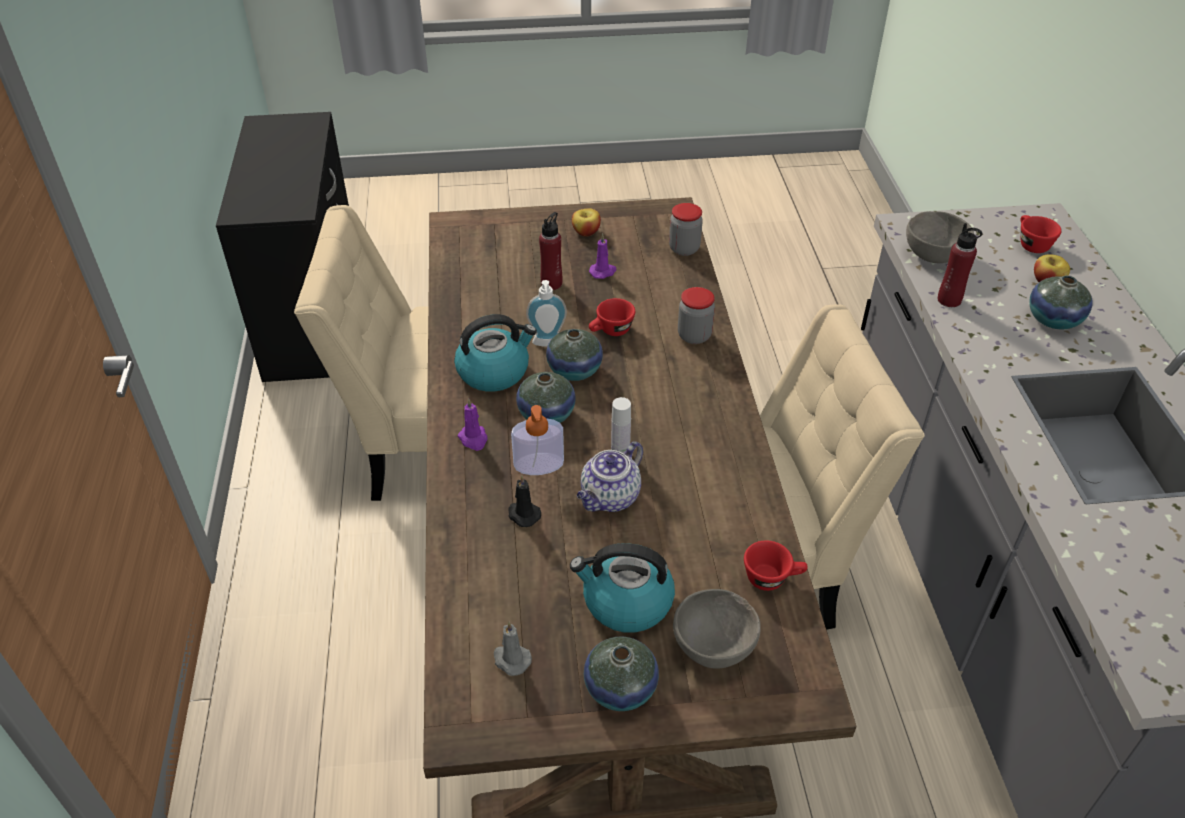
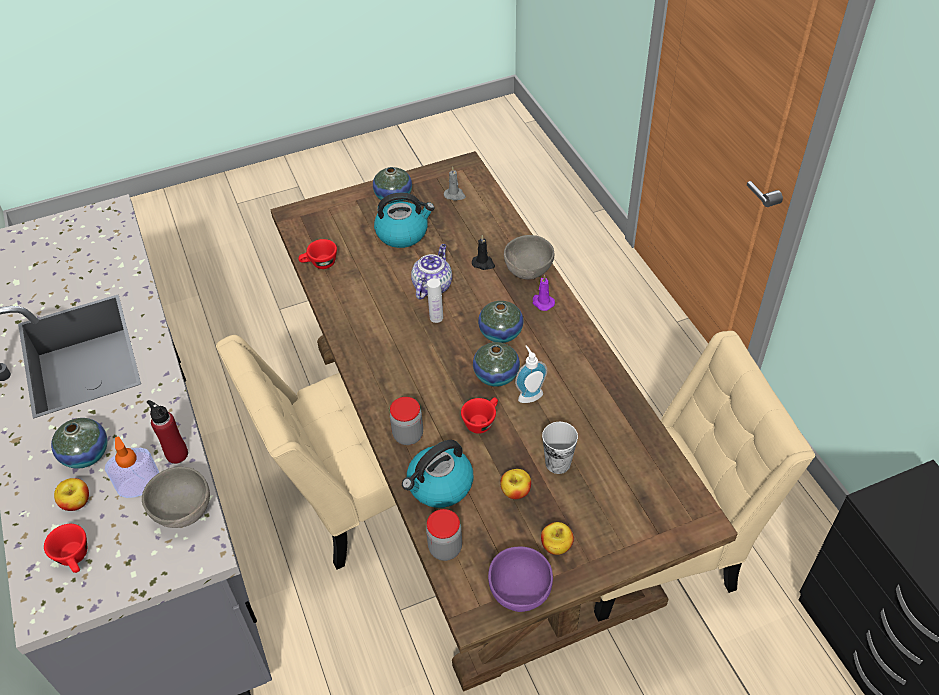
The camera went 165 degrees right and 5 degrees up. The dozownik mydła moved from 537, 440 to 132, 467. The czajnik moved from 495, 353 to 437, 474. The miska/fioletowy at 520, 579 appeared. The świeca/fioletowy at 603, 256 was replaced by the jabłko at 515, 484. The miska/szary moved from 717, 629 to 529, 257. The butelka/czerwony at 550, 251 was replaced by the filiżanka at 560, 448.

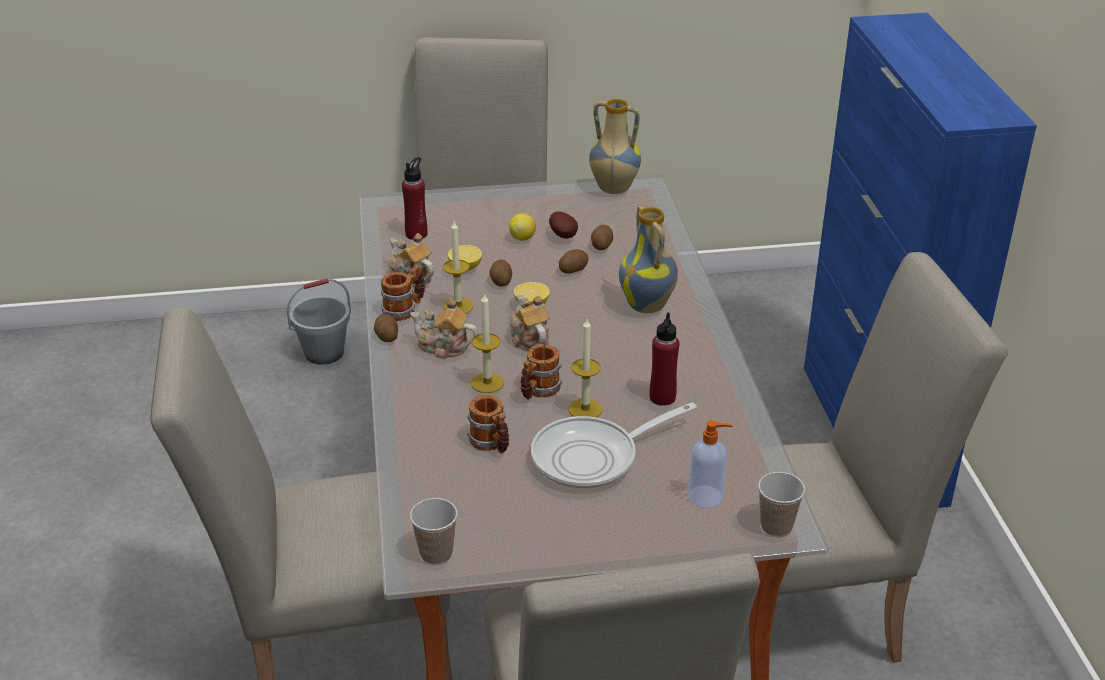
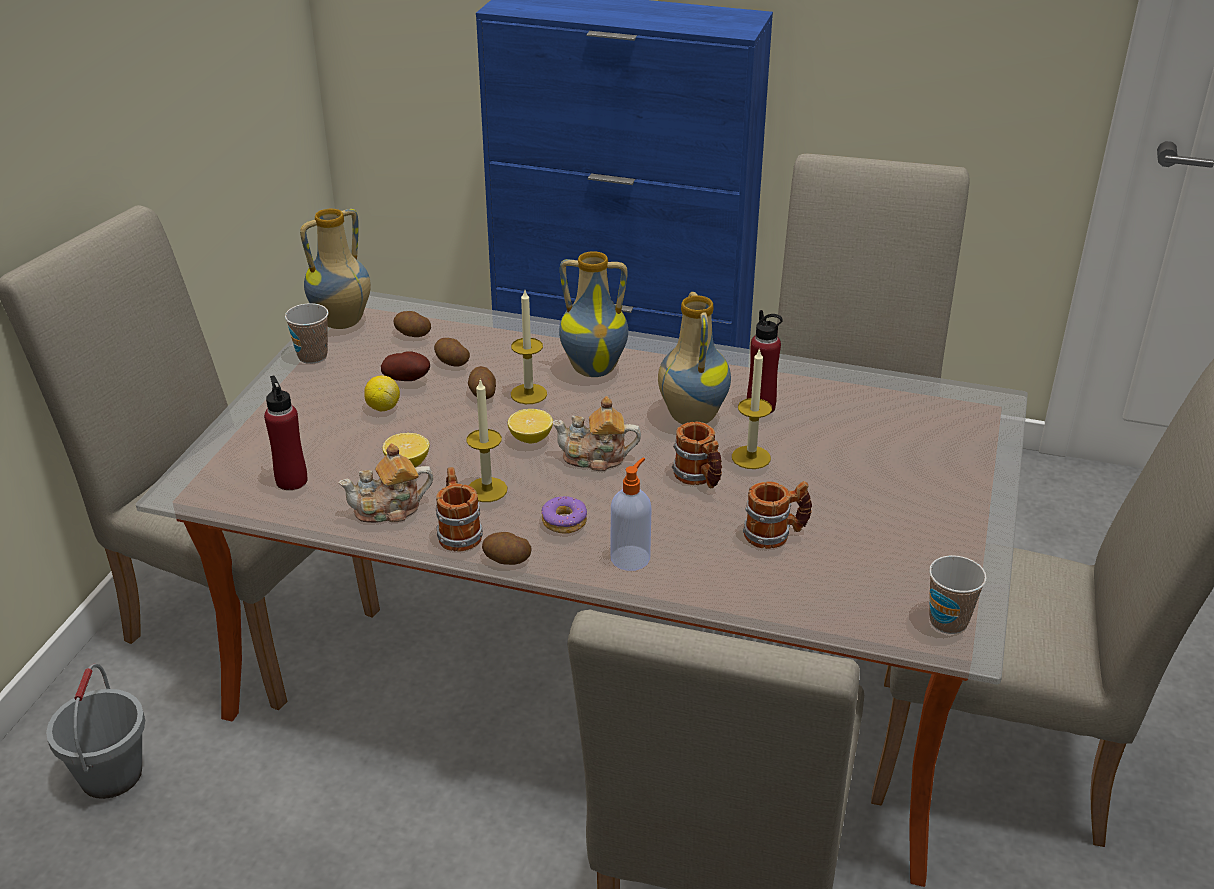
The camera went 65 degrees left and 0 degrees up. The filiżanka moved from 781, 504 to 307, 333. The ziemniak moved from 500, 273 to 412, 324. The świeca moved from 487, 343 to 529, 347. The imbryk at 444, 328 was replaced by the donut at 564, 515. The dozownik mydła moved from 710, 464 to 631, 514. The wazon at 694, 358 appeared. The patelnia at 614, 445 disappeared.

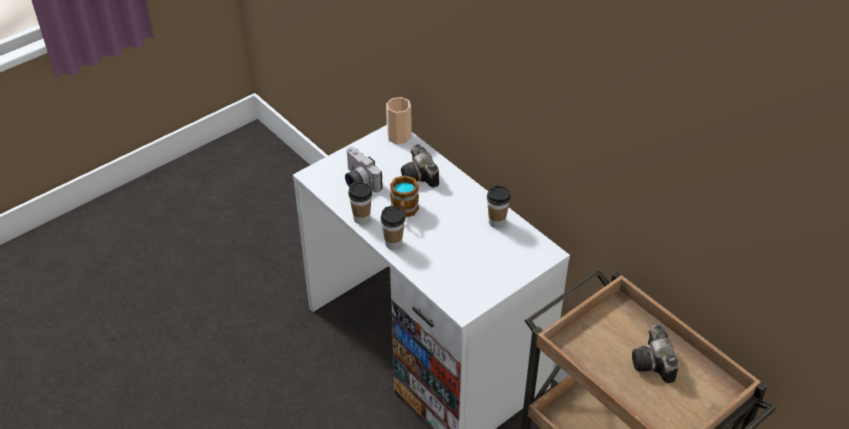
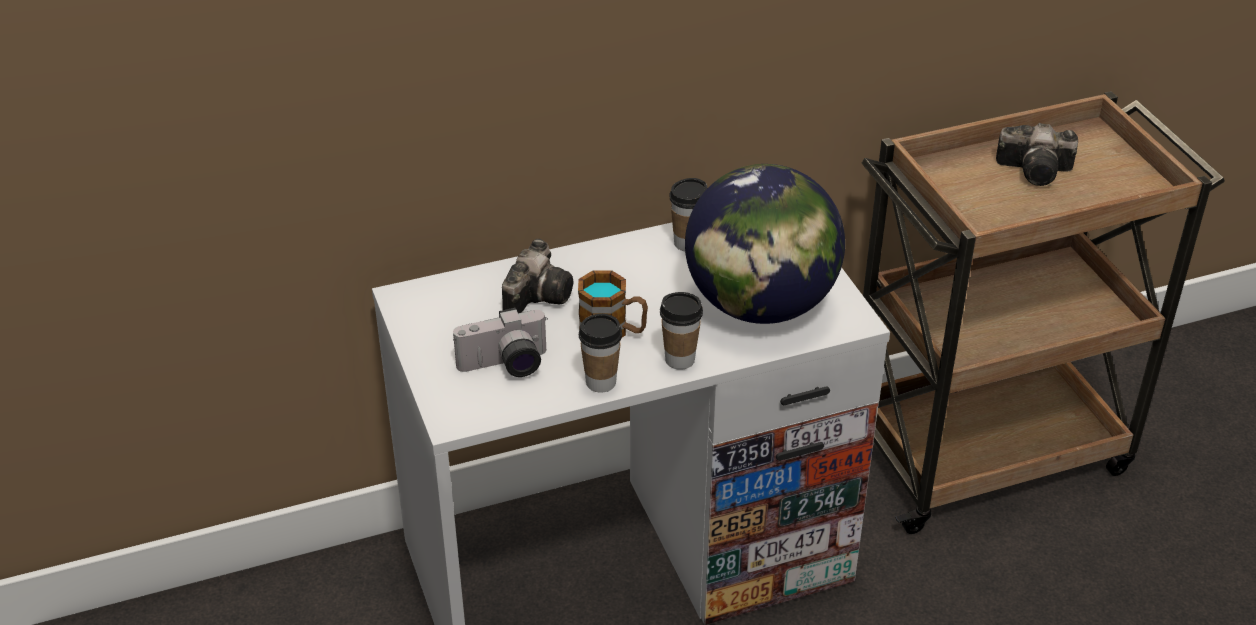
The camera went 70 degrees left and 5 degrees down. The aparat fotograficzny at 420, 166 turned 60 degrees counterclockwise. The globus at 765, 244 appeared. The filiżanka at 399, 120 disappeared.

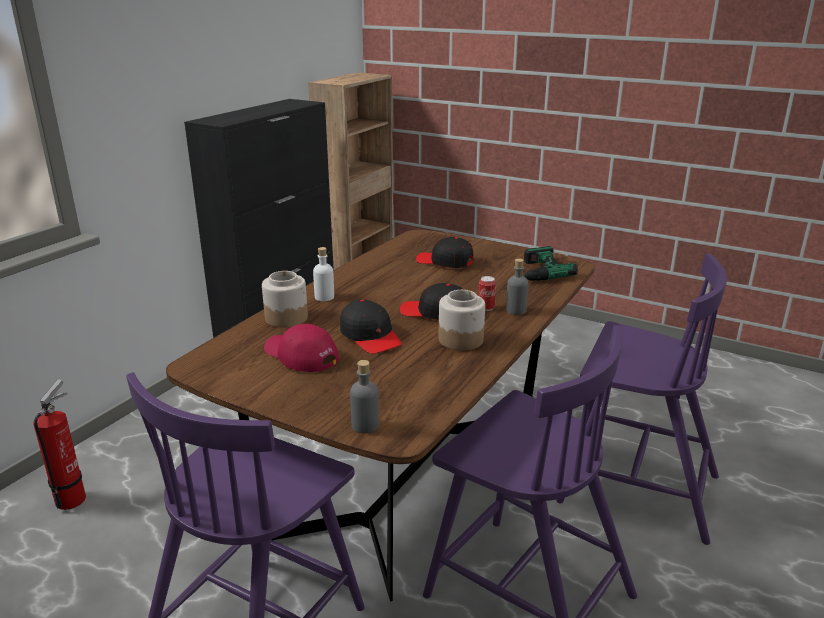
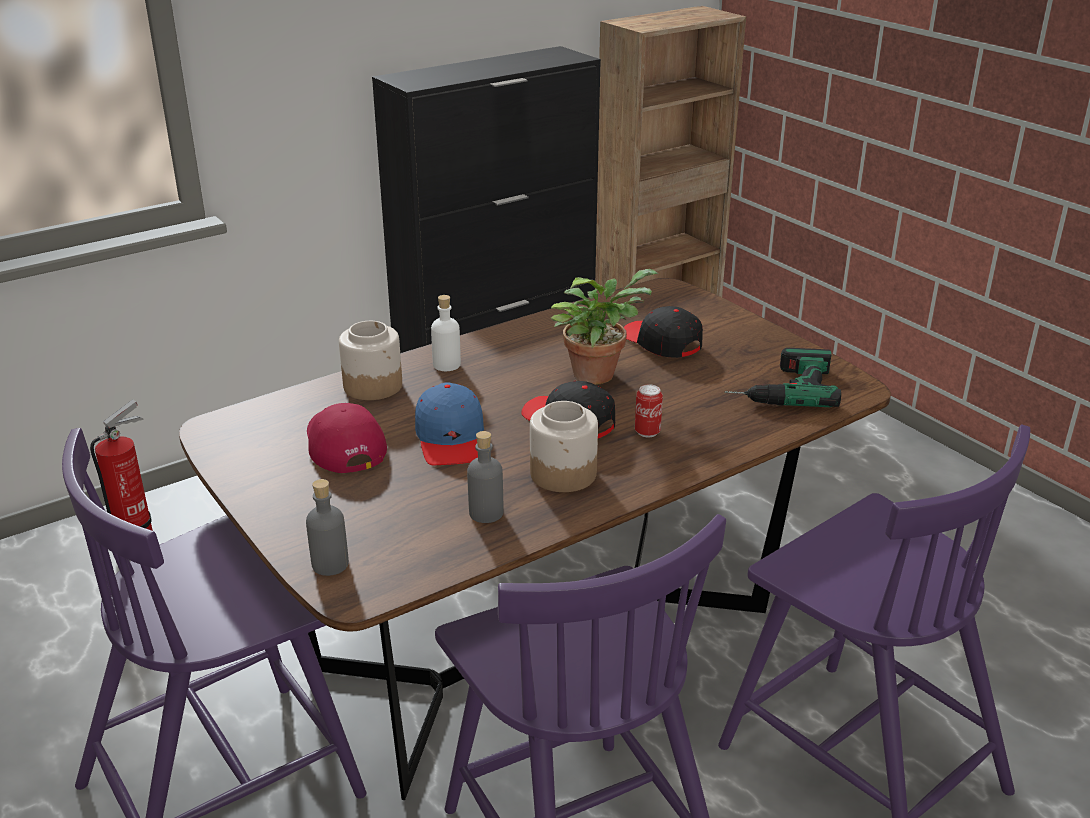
The camera went 25 degrees right and 5 degrees up. The czapka z daszkiem/czarny at 371, 326 became the czapka z daszkiem/niebieski at 449, 423. The butelka/szary moved from 517, 287 to 485, 477. The roślina doniczkowa at 604, 327 appeared.

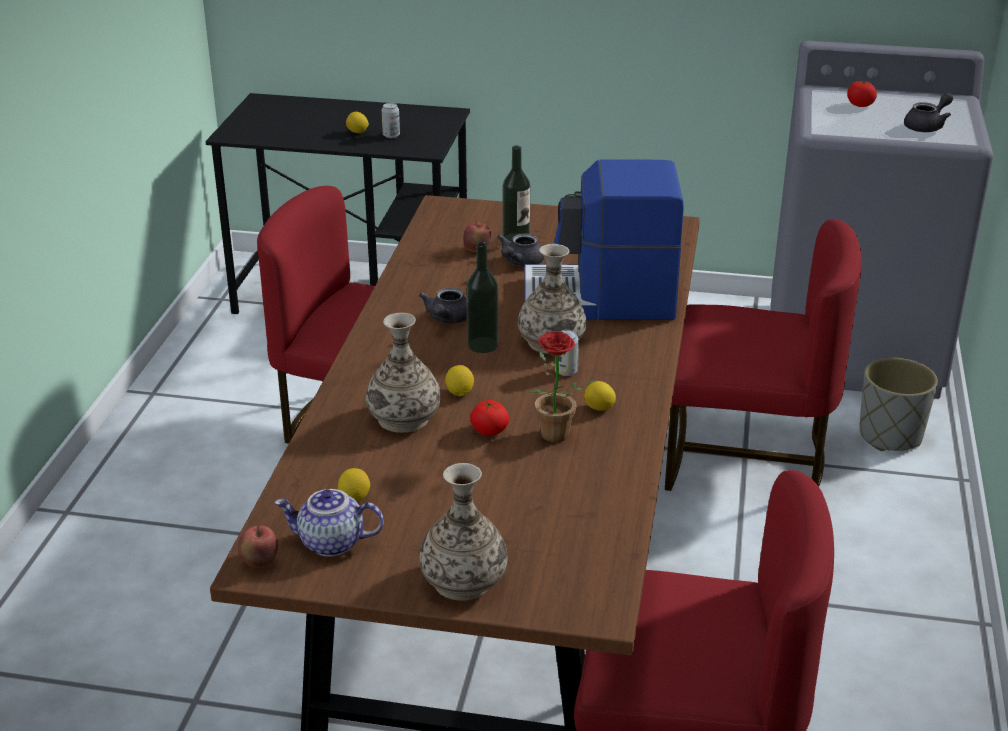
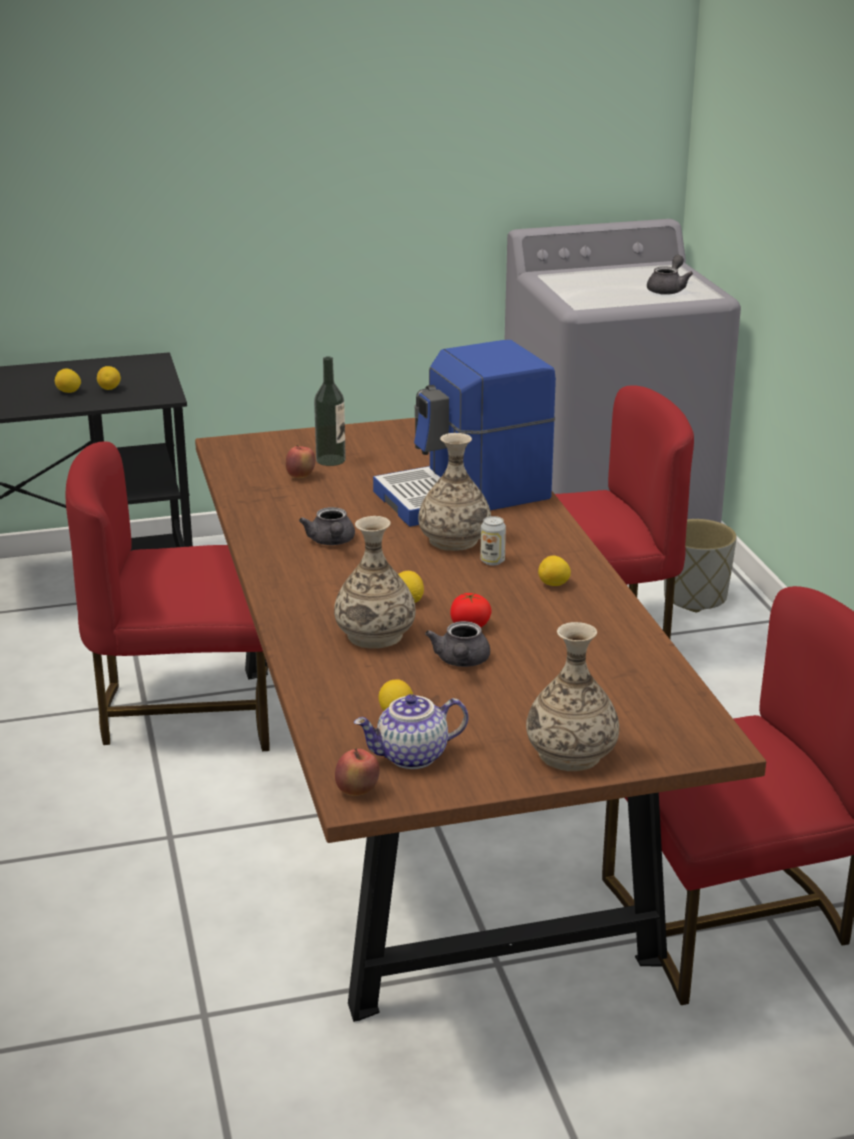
The camera went 25 degrees left and 5 degrees down. The puszka at 391, 120 was replaced by the cytryna at 109, 378. The imbryk/szary moved from 520, 250 to 457, 644. The butelka at 482, 297 disappeared. The roślina doniczkowa at 563, 386 disappeared. The pomidor at 862, 94 disappeared.

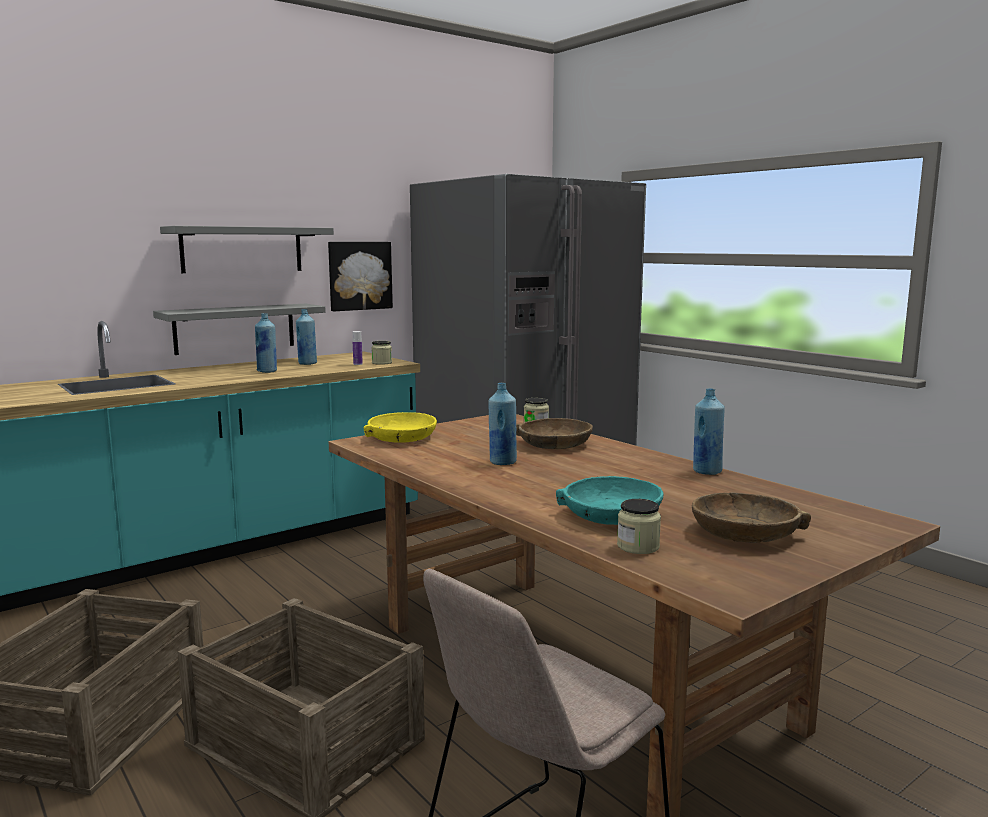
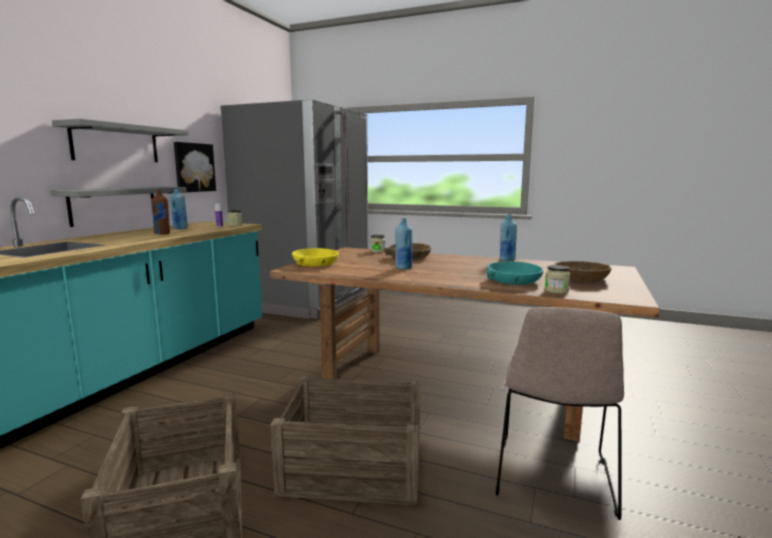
The camera went 30 degrees left and 0 degrees up. The butelka/niebieski at 266, 343 became the butelka/brązowy at 160, 212.

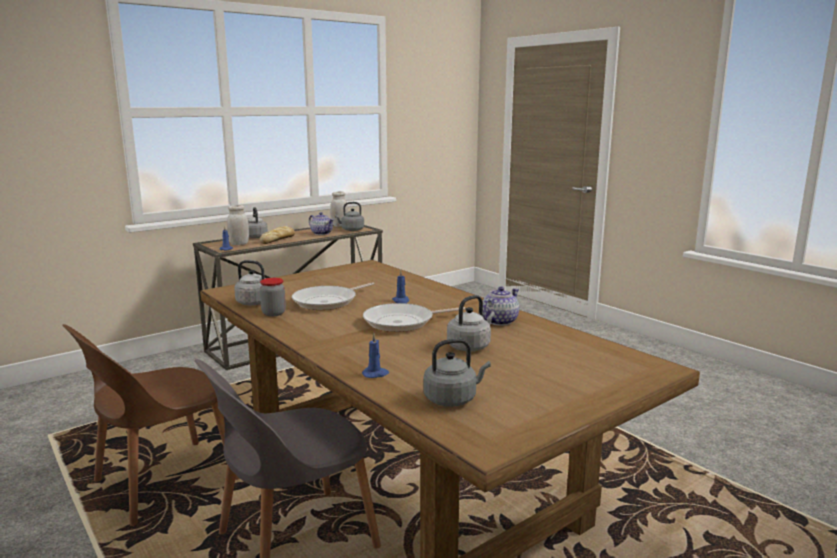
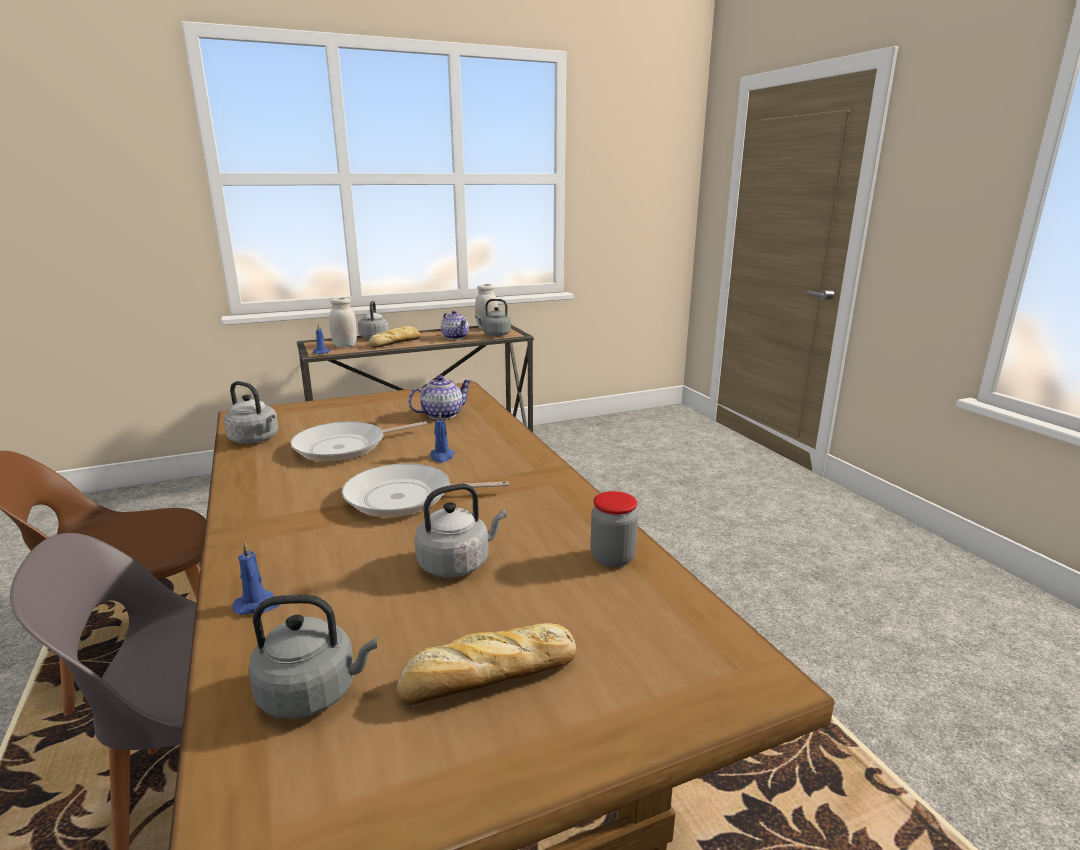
The camera went 15 degrees right and 5 degrees up. The chleb at 486, 664 appeared. The imbryk moved from 500, 305 to 440, 397. The słoik moved from 273, 297 to 614, 529.

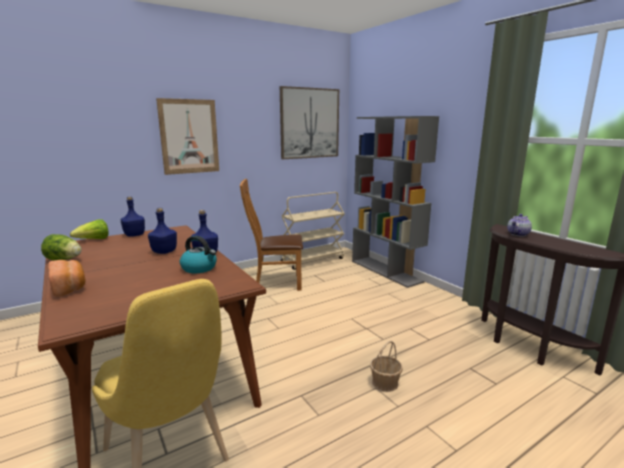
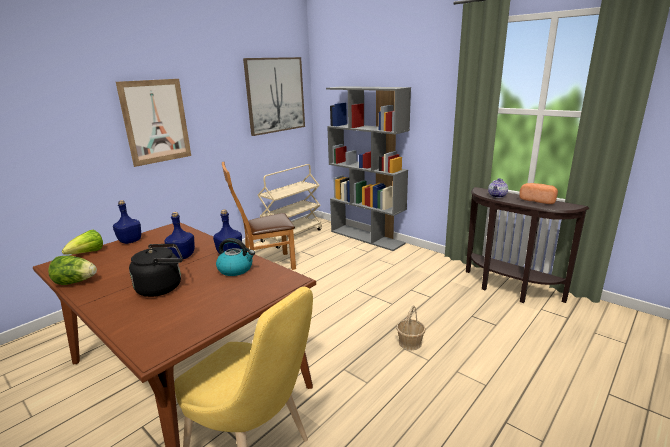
The camera went 15 degrees left and 5 degrees up. The czajnik/czarny at 156, 270 appeared. The chleb moved from 66, 278 to 538, 193.

